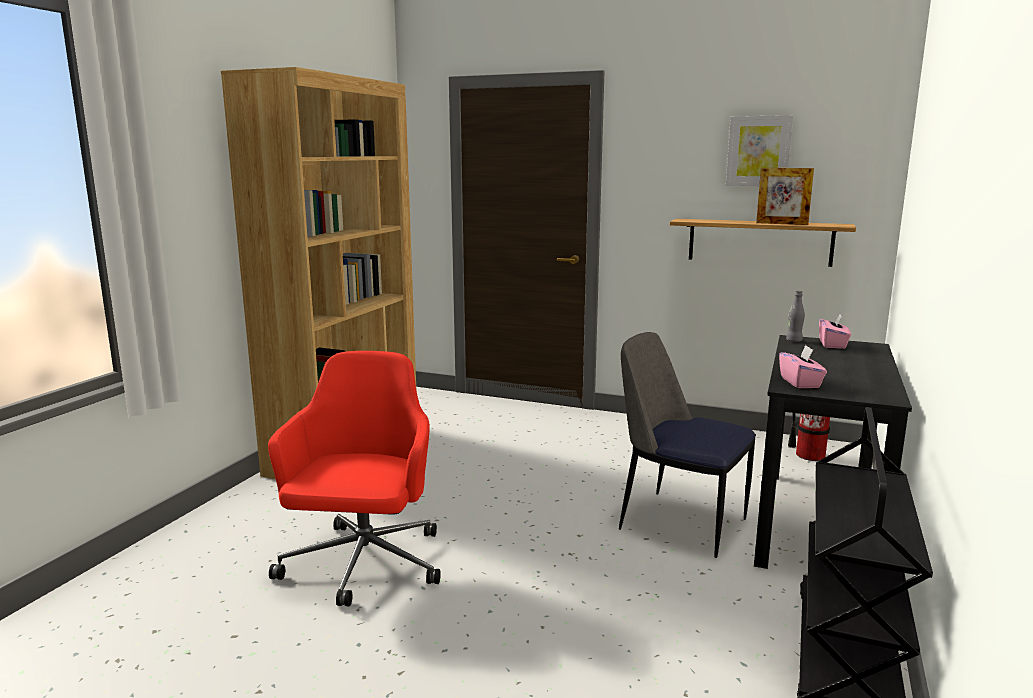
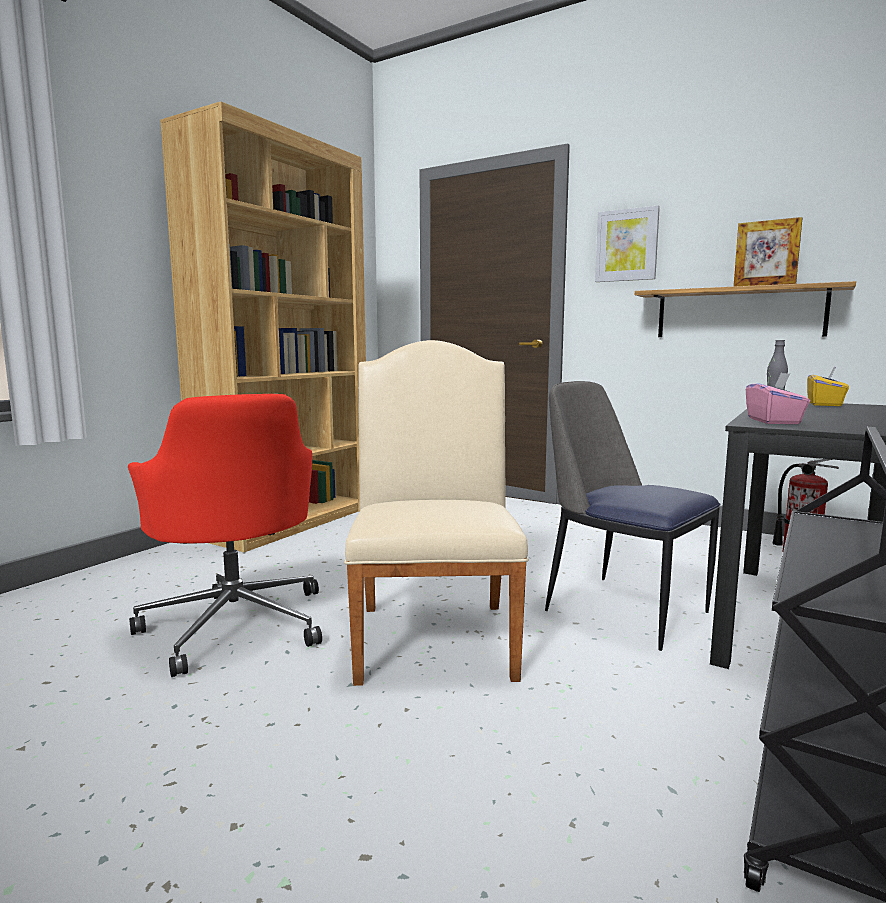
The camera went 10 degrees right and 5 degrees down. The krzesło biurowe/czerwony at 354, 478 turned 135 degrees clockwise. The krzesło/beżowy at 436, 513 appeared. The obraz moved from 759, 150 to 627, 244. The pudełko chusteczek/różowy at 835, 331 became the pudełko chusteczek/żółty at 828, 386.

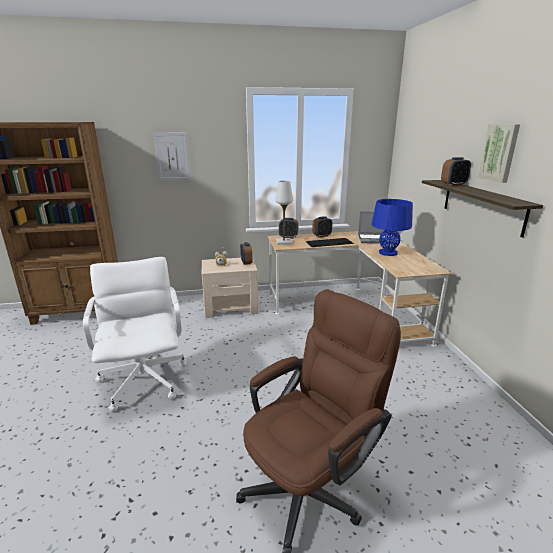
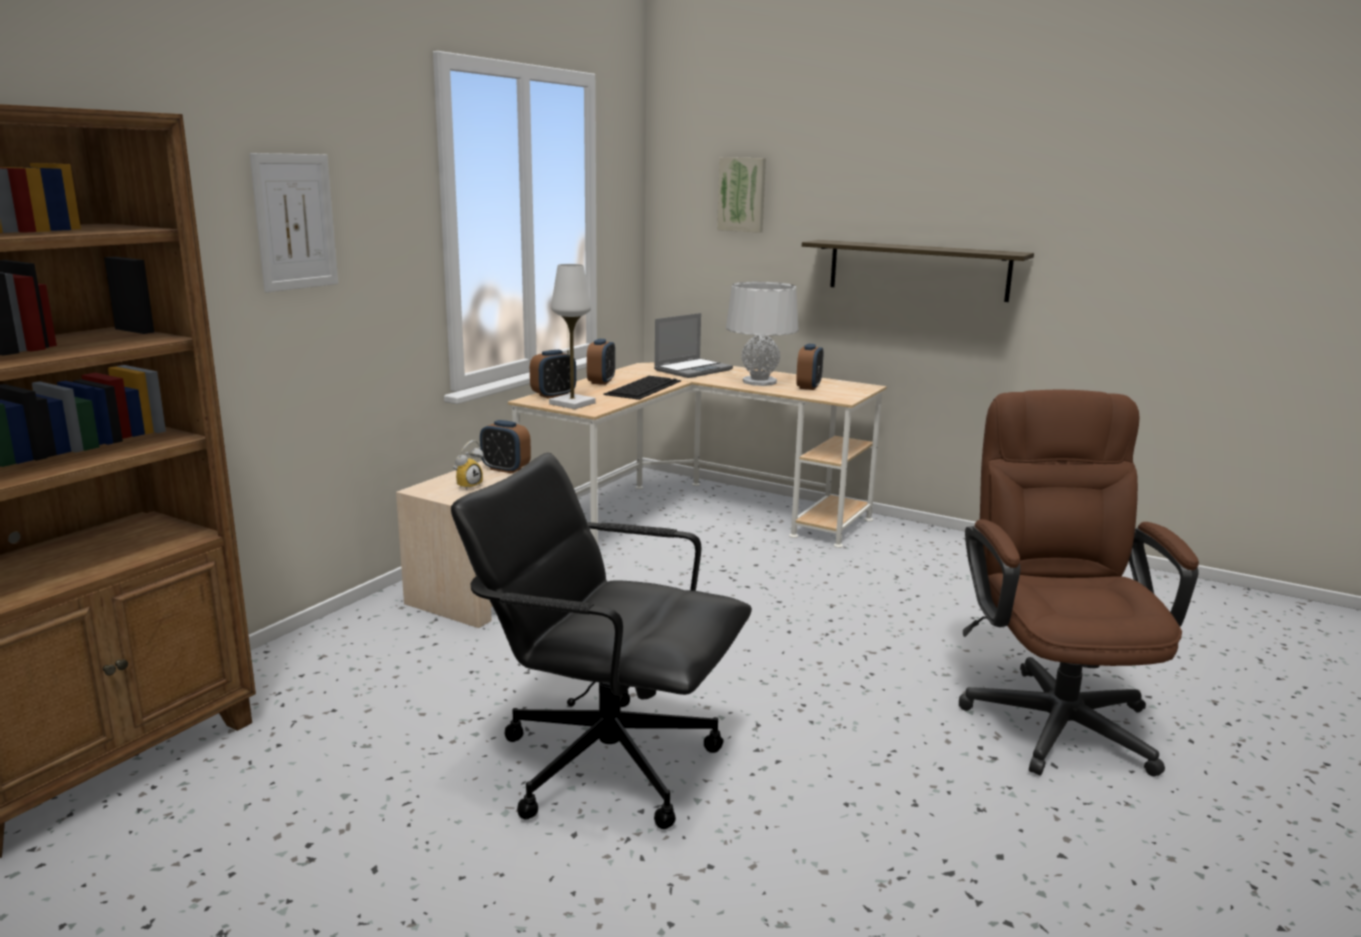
The camera went 50 degrees left and 5 degrees down. The krzesło biurowe/biały at 135, 334 became the krzesło biurowe/czarny at 601, 641. The obraz moved from 499, 153 to 741, 195. The lampa stołowa/niebieski at 392, 227 became the lampa stołowa/szary at 762, 334. The budzik moved from 456, 171 to 809, 367.

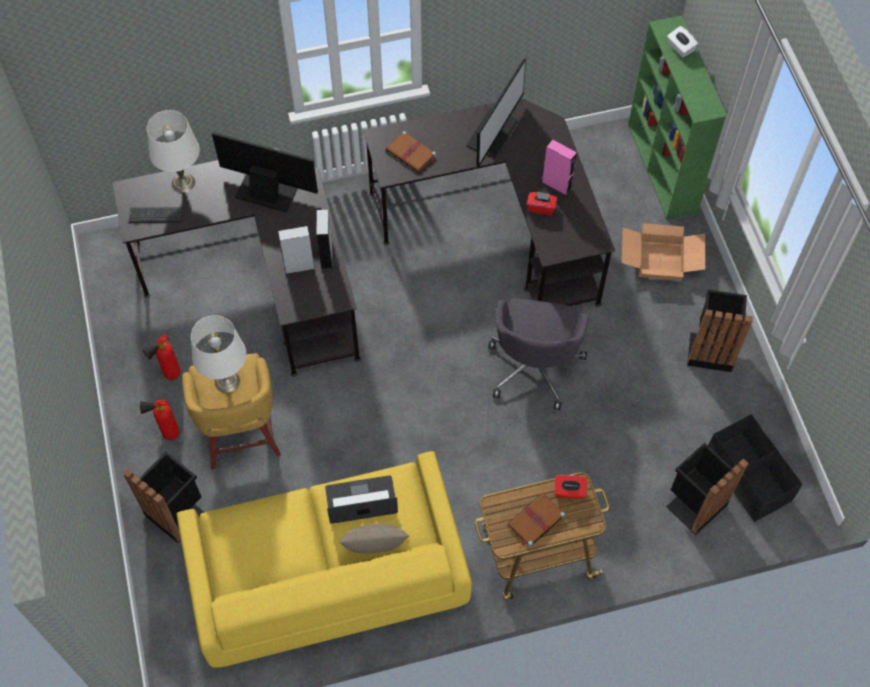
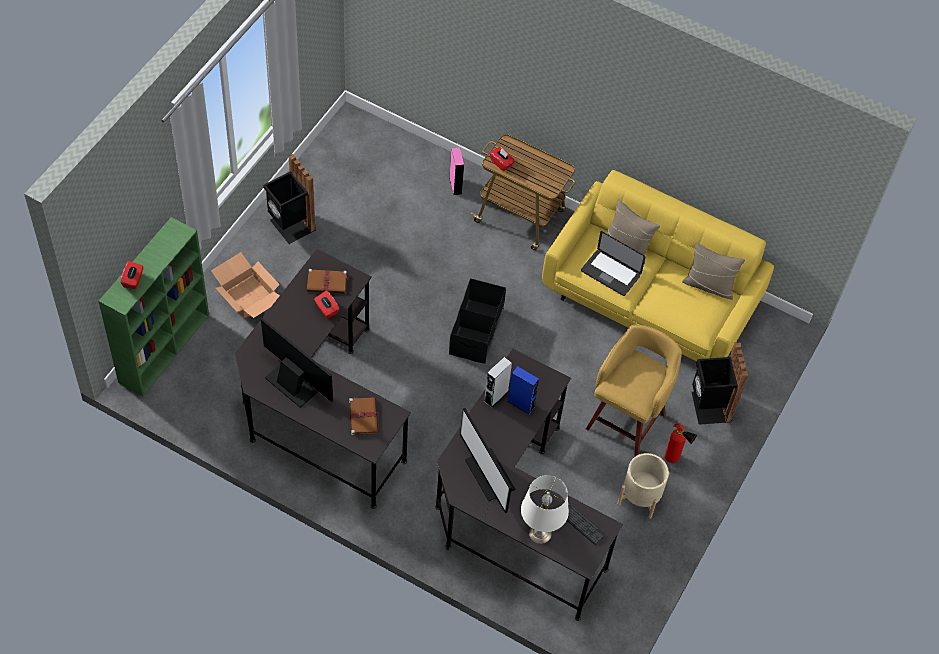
The camera went 140 degrees left and 5 degrees down. The pudełko chusteczek/biały at 682, 42 became the pudełko chusteczek/czerwony at 131, 275. The monitor at 496, 112 turned 60 degrees clockwise. The książka/brązowy moved from 536, 520 to 328, 281. The głośnik/różowy moved from 559, 167 to 456, 171. The pojemnik do przechowywania/czarny moved from 755, 468 to 477, 321. The głośnik/szary at 296, 250 became the głośnik/niebieski at 523, 390. The gaśnica at 162, 357 was replaced by the donica/beżowy at 643, 486. The poduszka/beżowy at 713, 271 appeared. The lampa stołowa/biały at 218, 354 disappeared. The krzesło biurowe/szary at 538, 354 disappeared. The kosz na śmieci/czarny at 707, 489 disappeared.

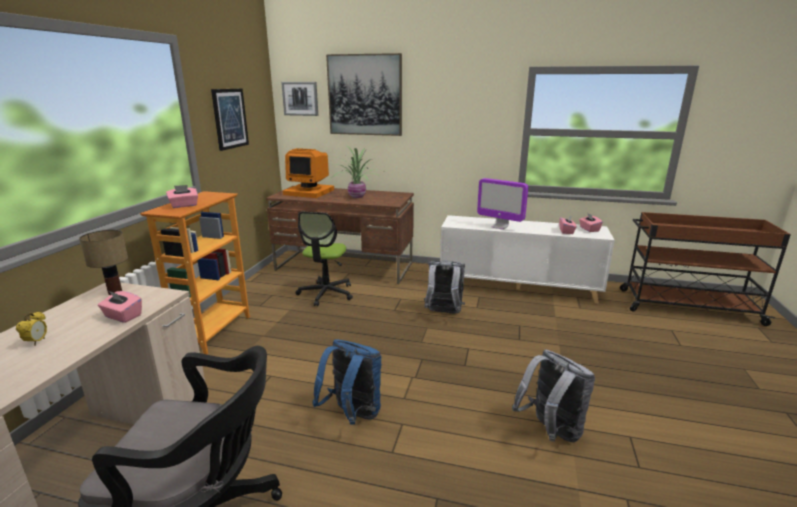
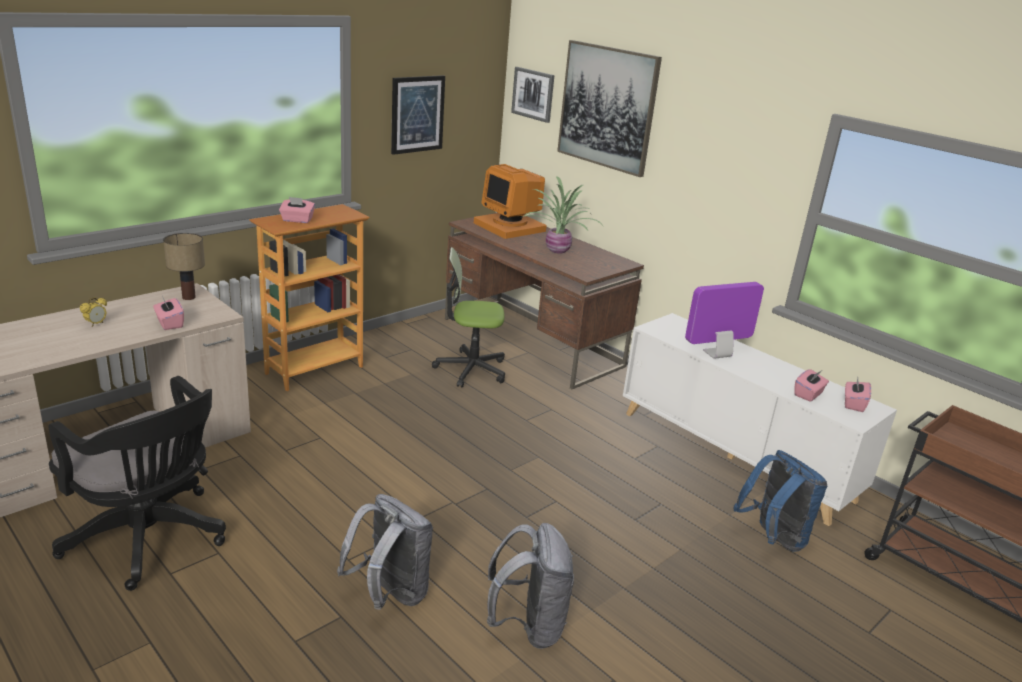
The camera went 30 degrees right and 5 degrees up. The plecak/szary moved from 444, 287 to 385, 552. The krzesło biurowe at 324, 259 turned 45 degrees clockwise. The monitor at 502, 204 turned 90 degrees clockwise. The plecak/niebieski moved from 346, 382 to 780, 501.

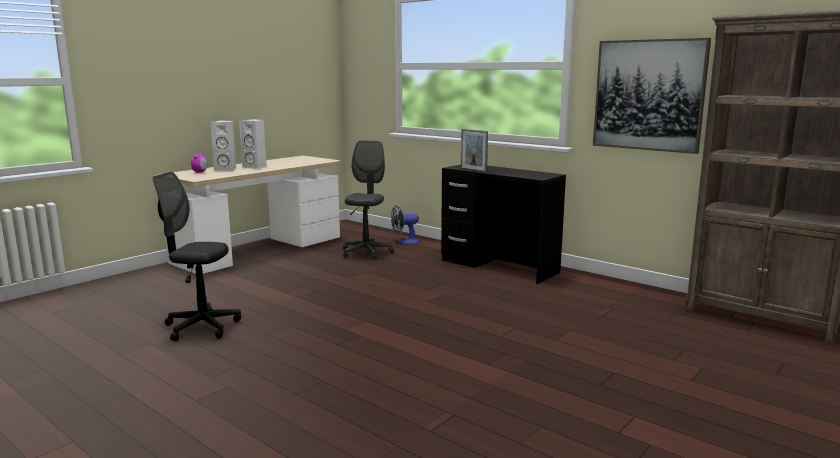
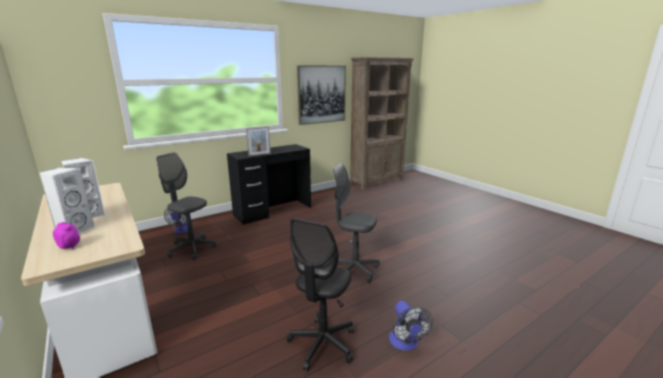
The camera went 75 degrees left and 5 degrees up. The krzesło biurowe/szary at 356, 223 appeared. The wentylator at 411, 326 appeared.

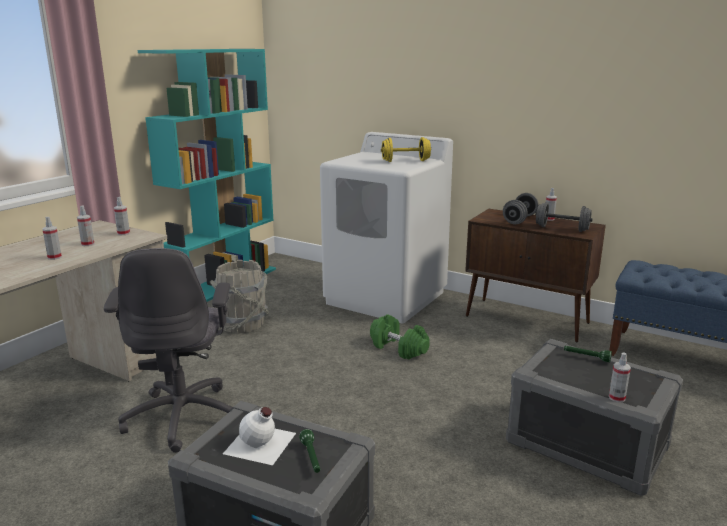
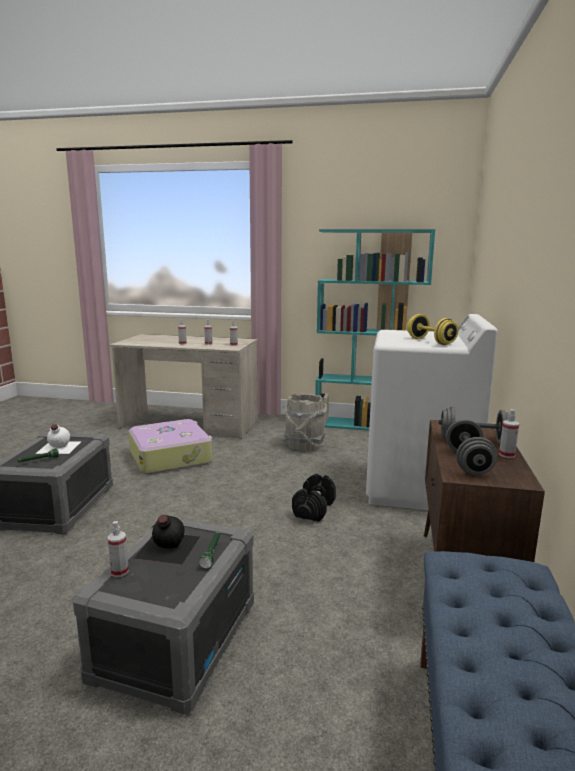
The camera went 70 degrees right and 5 degrees down. The krzesło biurowe/szary at 168, 350 was replaced by the walizka at 170, 446. The butelka/czarny at 167, 539 appeared. The hantel/zielony at 400, 337 became the hantel/czarny at 314, 498.

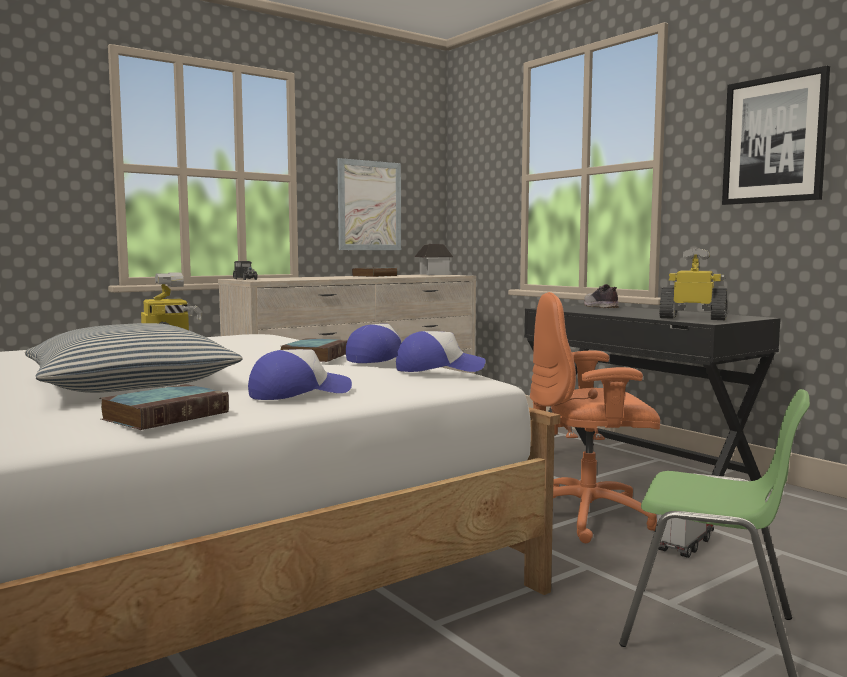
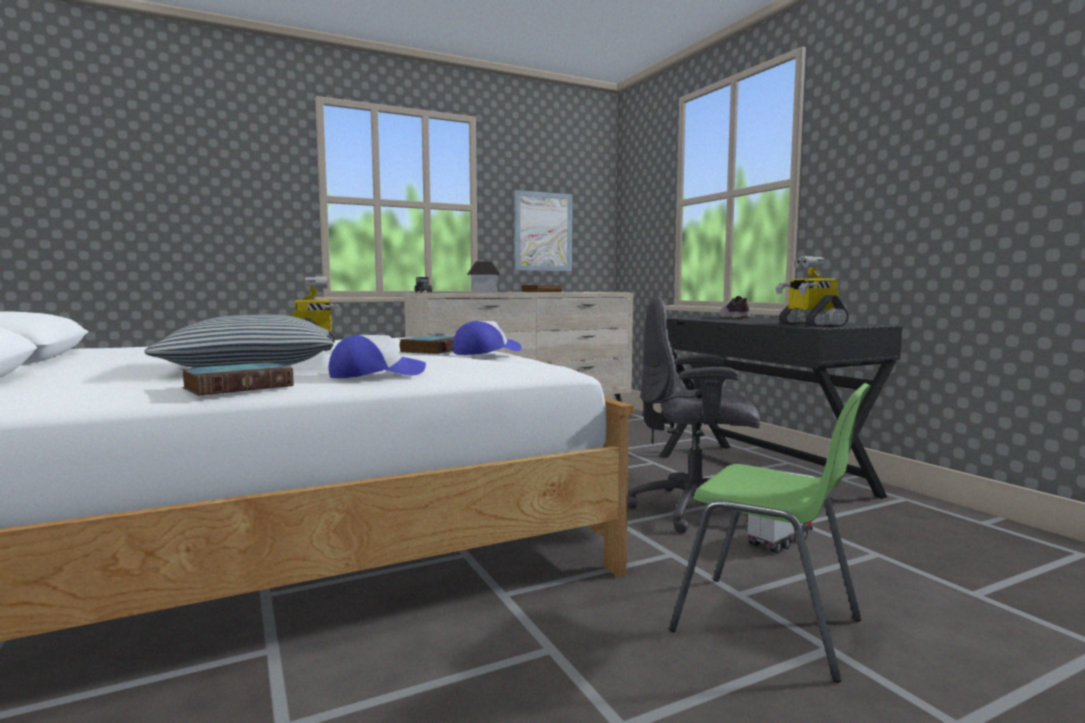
The camera went 10 degrees right and 0 degrees up. The domek moved from 434, 259 to 483, 276. The krzesło biurowe/pomarańczowy at 595, 417 became the krzesło biurowe/szary at 694, 415. The robot zabawkowy at 693, 284 turned 135 degrees counterclockwise. The czapka z daszkiem at 441, 351 disappeared. The obraz at 776, 135 disappeared.

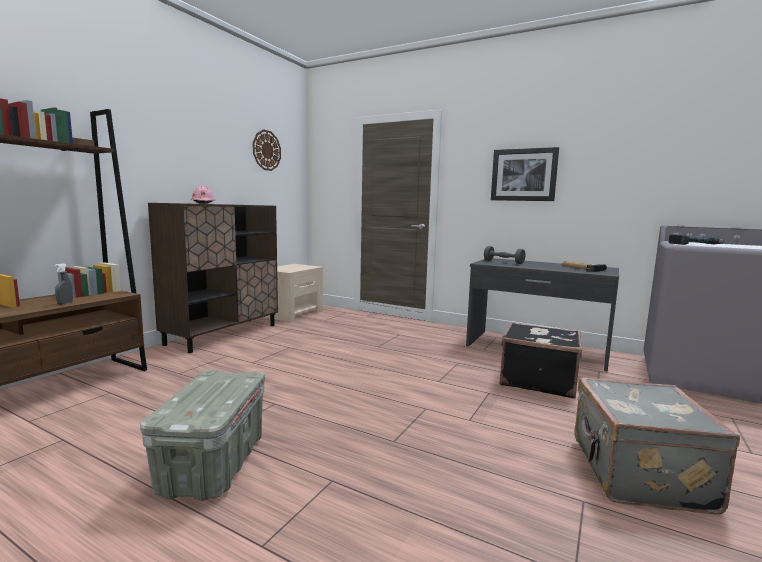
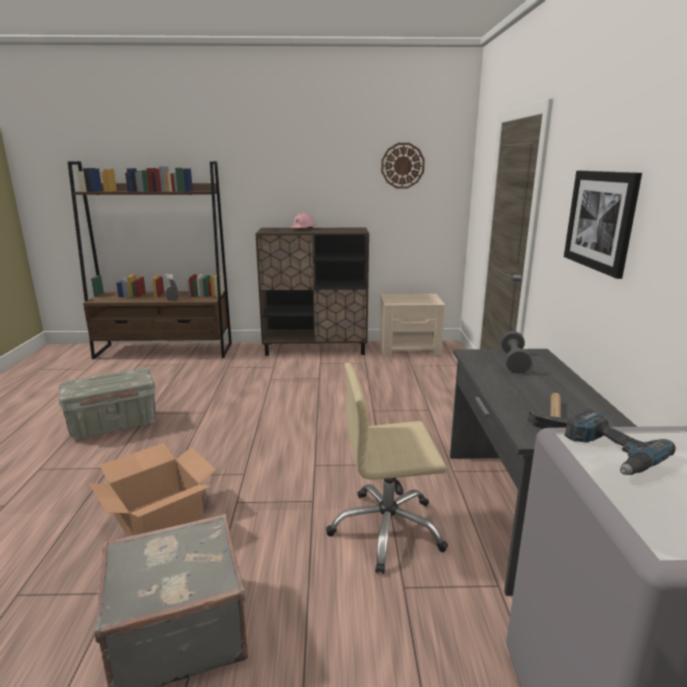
The camera went 60 degrees right and 10 degrees up. The karton at 152, 490 appeared. The walizka/czarny at 540, 360 was replaced by the krzesło biurowe/beżowy at 387, 468.

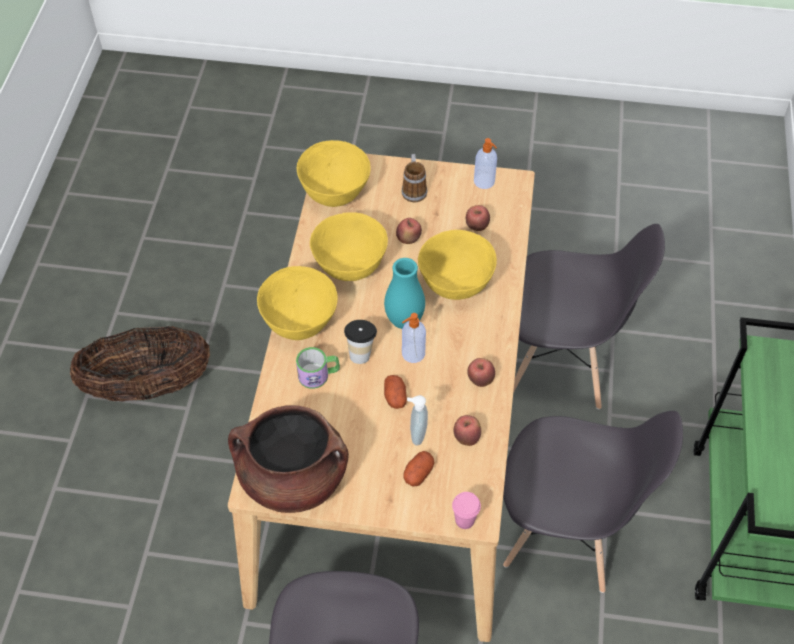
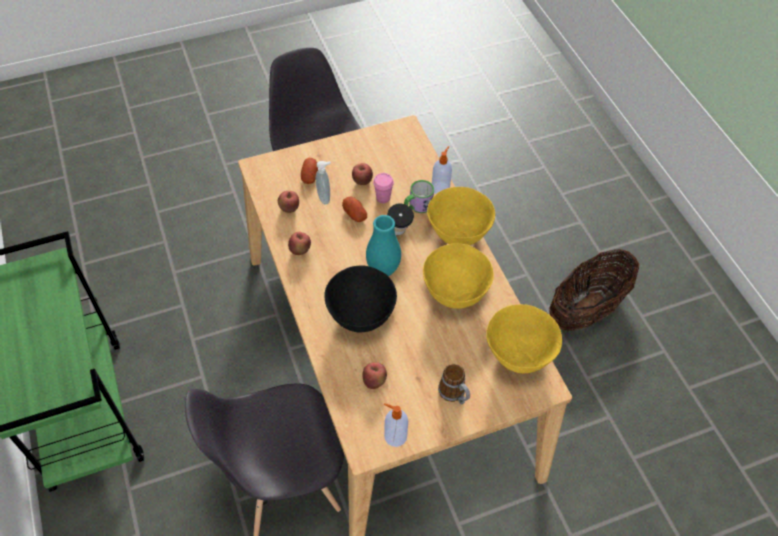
The camera went 150 degrees right and 0 degrees up. The miska/żółty at 457, 265 became the miska/czarny at 360, 298. The jabłko moved from 409, 231 to 362, 174. The filiżanka/różowy moved from 466, 510 to 383, 188. The dozownik mydła moved from 414, 338 to 442, 170. The garnek/brązowy at 288, 459 disappeared. The krzesło/szary at 593, 502 disappeared.

